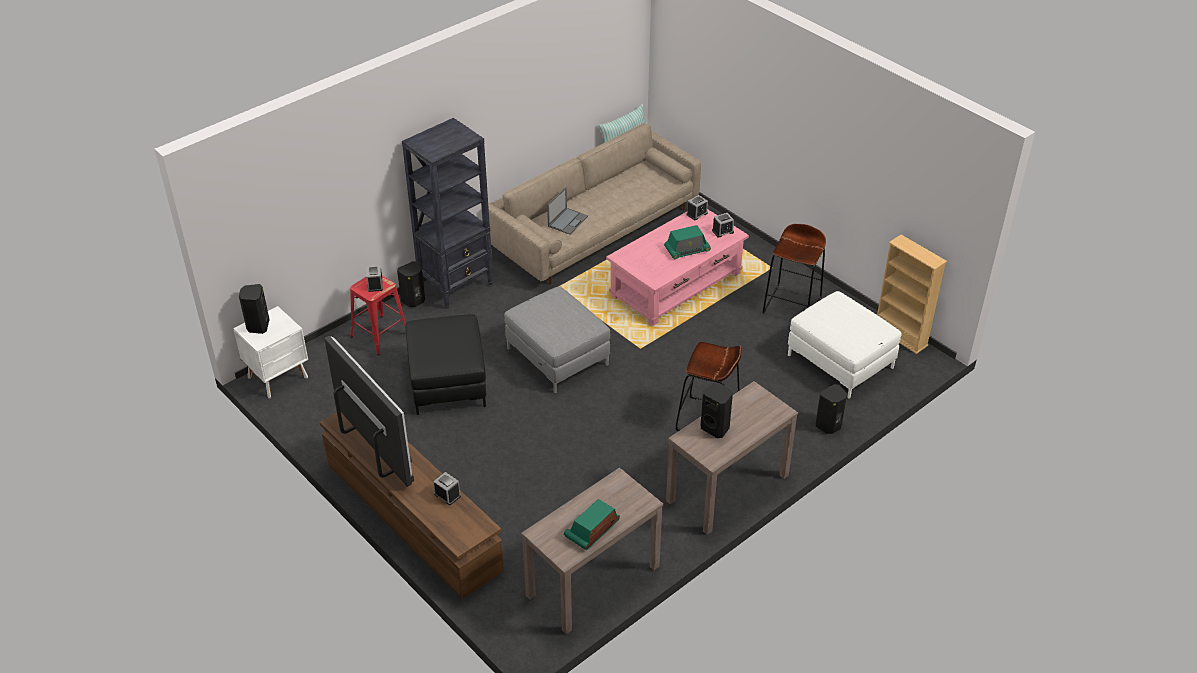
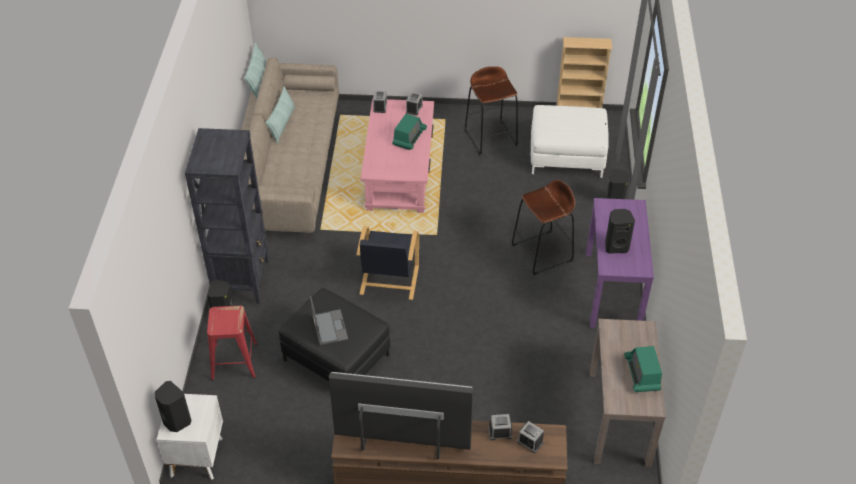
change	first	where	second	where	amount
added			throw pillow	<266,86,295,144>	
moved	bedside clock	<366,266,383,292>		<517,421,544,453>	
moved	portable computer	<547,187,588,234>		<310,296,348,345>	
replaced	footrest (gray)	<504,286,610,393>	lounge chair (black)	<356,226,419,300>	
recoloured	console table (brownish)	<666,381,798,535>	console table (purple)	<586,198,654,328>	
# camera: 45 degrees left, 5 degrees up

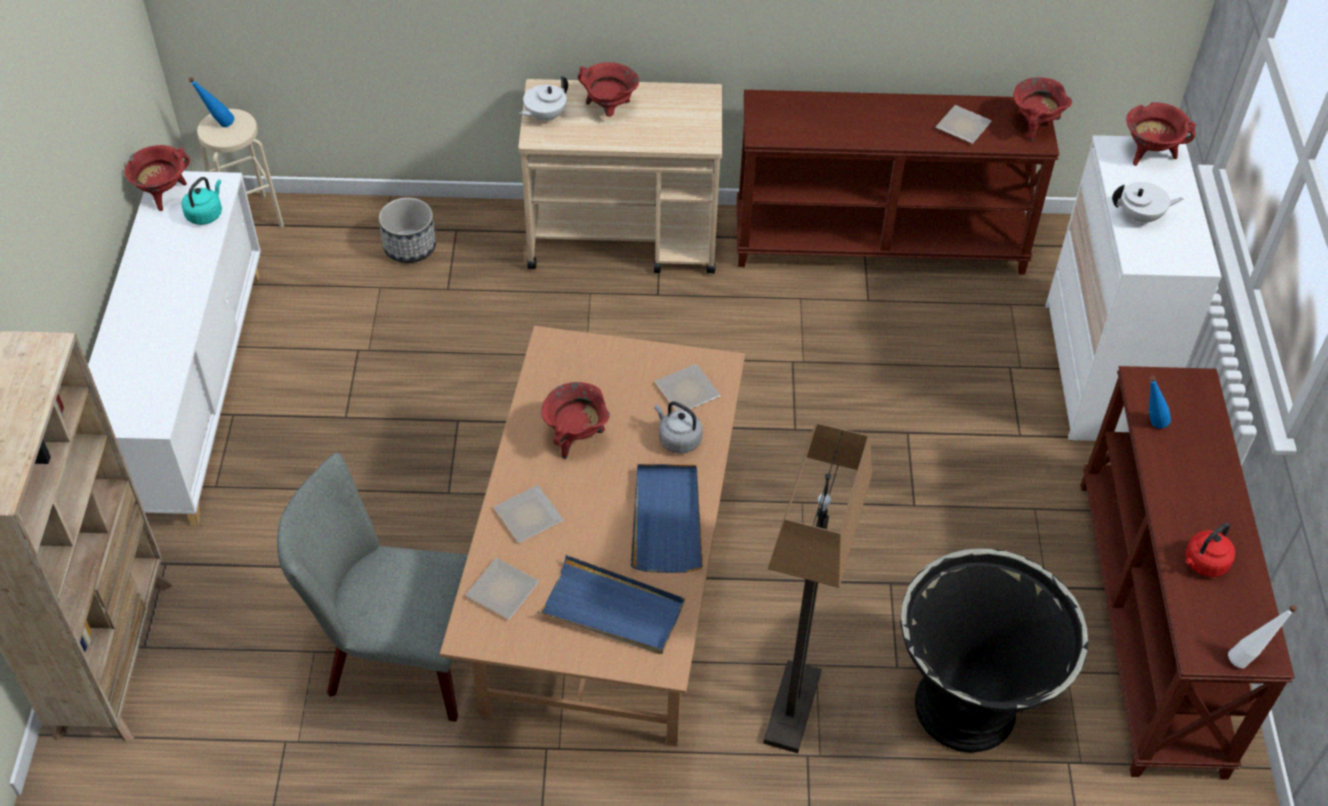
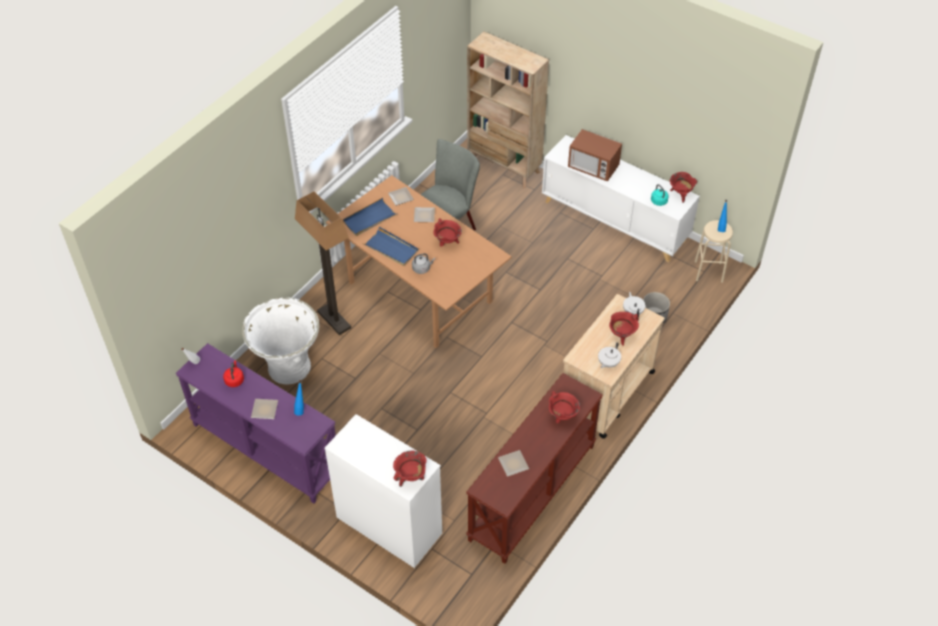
change	first	where	second	where	amount
added			microwave	<568,129,622,182>	
moved	dinner plate	<655,364,721,411>		<251,399,278,419>	
moved	stockpot (reddish)	<1013,77,1072,142>		<549,391,580,423>	
moved	teapot (whitish)	<1112,182,1183,226>		<598,342,621,368>	
recoloured	planter (black)	<900,548,1088,753>	planter (whitish)	<242,297,319,384>	
recoloured	console table (brownish)	<1080,366,1295,780>	console table (purple)	<176,343,336,503>	
# camera: 125 degrees right, 0 degrees up

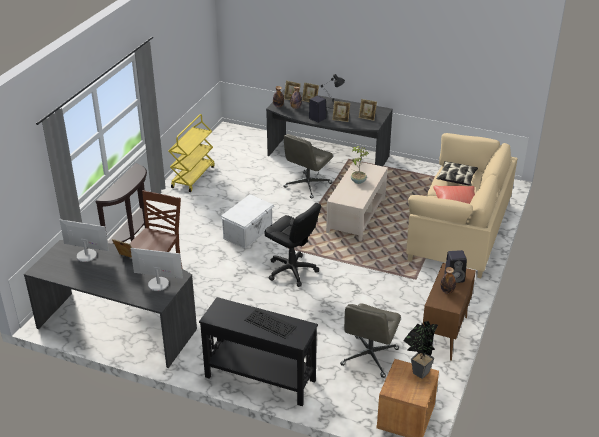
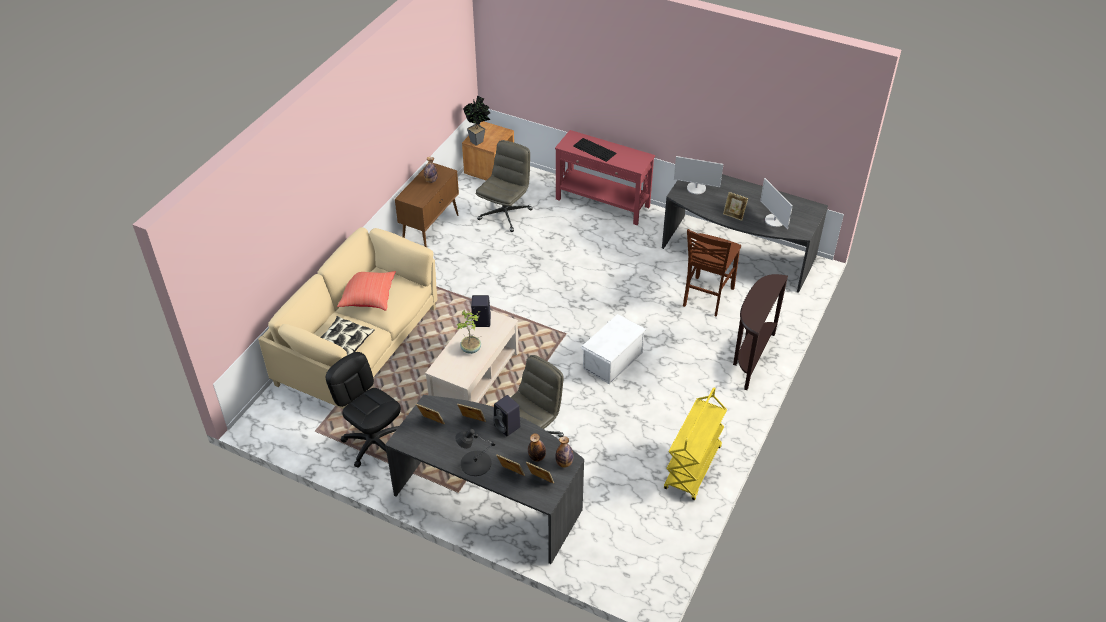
change	first	where	second	where	amount
moved	computer chair (black)	<264,203,321,287>		<326,352,401,467>	
moved	speaker (black)	<444,250,467,283>		<471,295,491,327>	
recoloured	console table (black)	<199,297,318,406>	console table (reddish)	<555,130,655,225>	
turned	computer screen	<60,219,109,262>		<760,178,793,229>	45 degrees clockwise
# camera: 175 degrees left, 10 degrees up

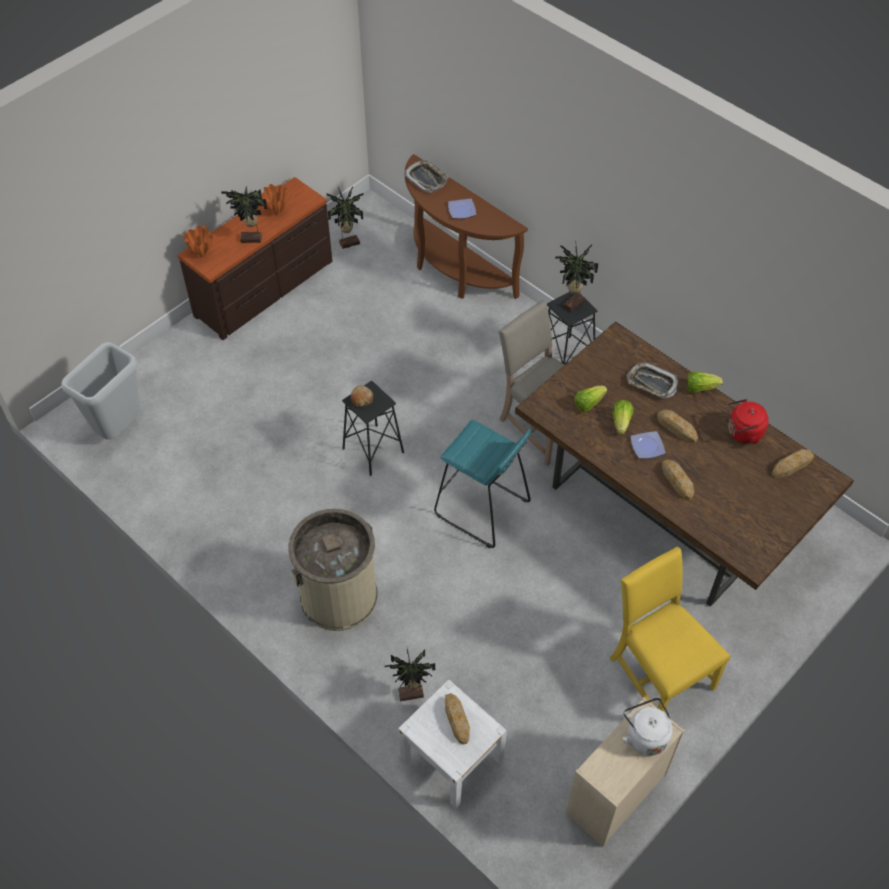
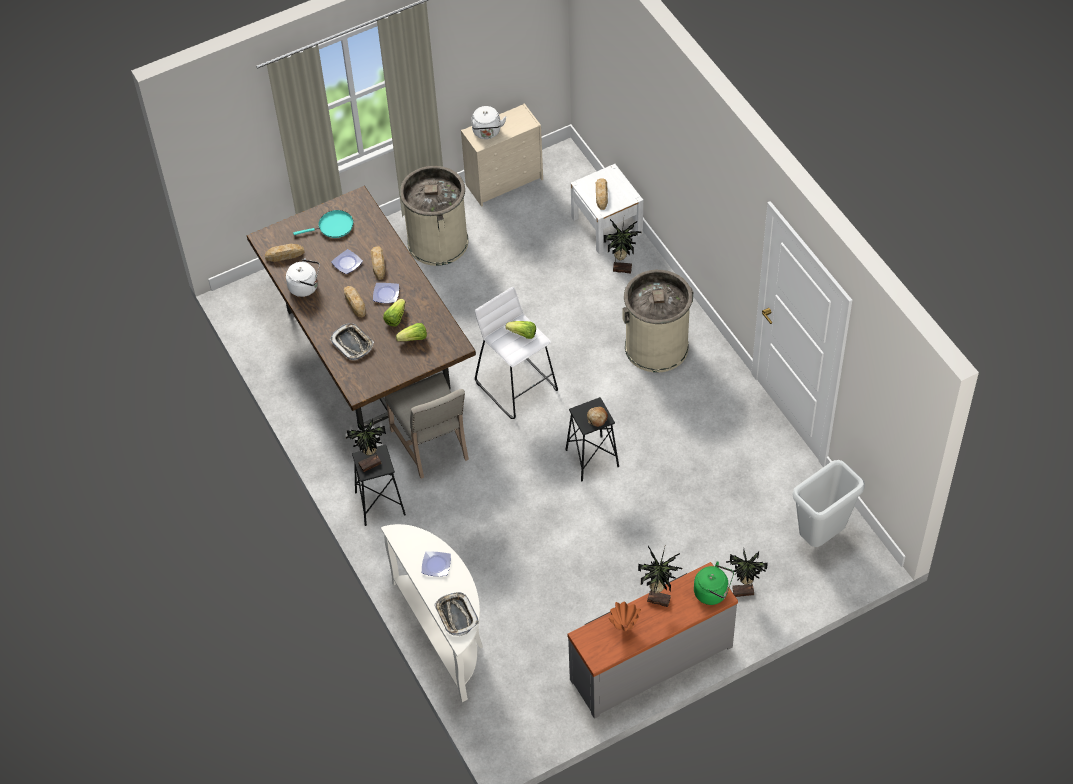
change	first	where	second	where	amount
added			pan (turquoise)	<293,210,354,238>	
added			dinner plate	<331,249,363,274>	
moved	potted plant	<327,186,364,249>		<726,551,768,597>	
moved	lettuce	<687,371,723,393>		<505,321,536,339>	
replaced	vase (orange)	<183,225,213,257>	kettle (green-coloured)	<694,561,734,605>	
replaced	upright chair (yellow)	<610,547,730,712>	waste bin (sand-coloured)	<400,166,468,266>	
recoloured	dresser (brownish)	<178,177,333,340>	dresser (gray)	<567,562,738,719>	
recoloured	console table (brownish)	<405,154,528,299>	console table (whitish)	<381,524,483,702>	
recoloured	stool (turquoise)	<434,420,532,548>	stool (whitish)	<475,287,558,419>	
recoloured	kettle (reddish)	<726,399,768,444>	kettle (whitish)	<286,258,320,297>	
# camera: 160 degrees left, 0 degrees up

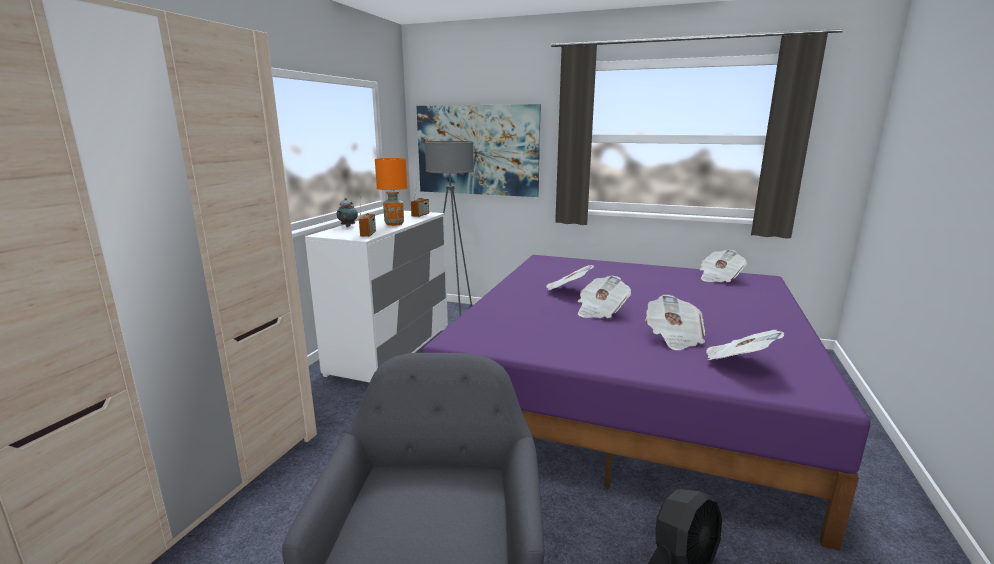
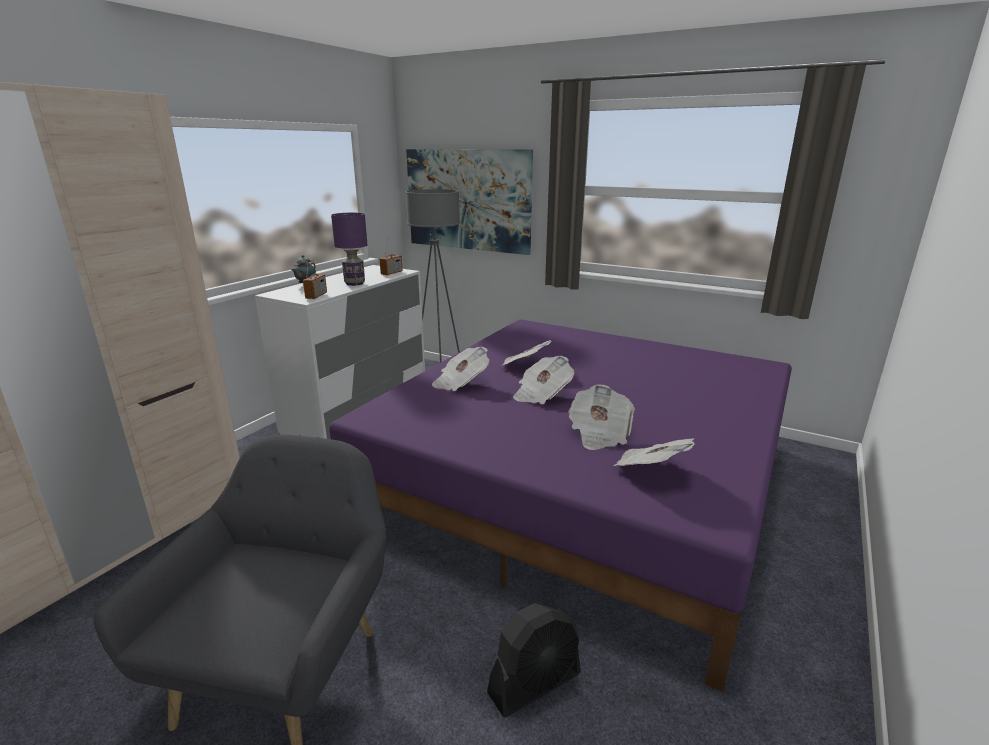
change	first	where	second	where	amount
moved	newspaper	<700,250,747,282>		<432,347,489,391>	
recoloured	lamp for a table (orange)	<375,158,408,226>	lamp for a table (purple)	<331,213,367,286>	
# camera: 10 degrees right, 5 degrees up

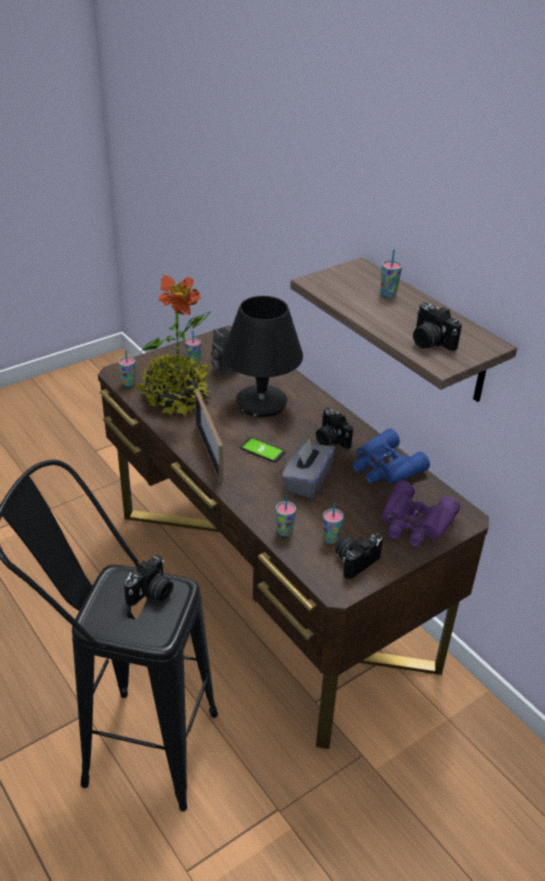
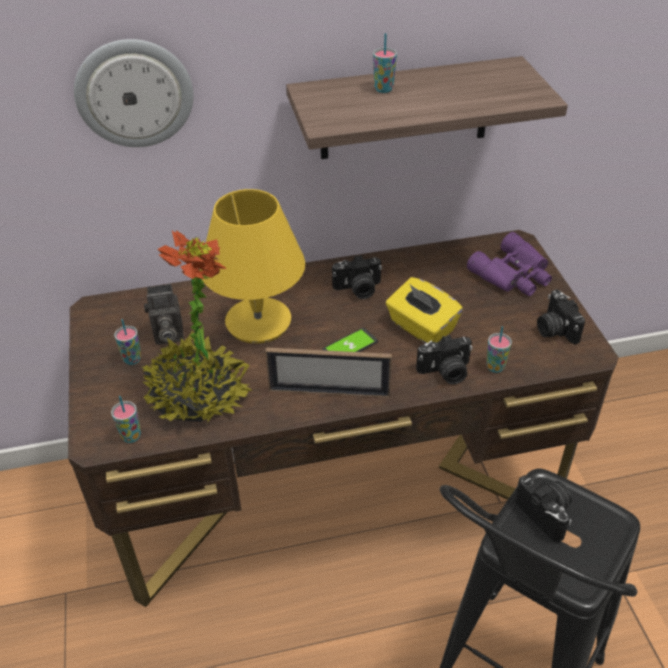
change	first	where	second	where	amount
removed	drinking cup	<323,503,344,544>			
removed	binoculars (bluish)	<352,428,430,484>			
added			hanging clock	<74,39,193,147>	
moved	photo camera	<413,302,462,351>		<416,335,473,385>	
recoloured	lamp for a table (black)	<222,296,303,417>	lamp for a table (yellow)	<200,189,305,344>	
recoloured	tissue box (gray)	<281,438,335,499>	tissue box (yellow)	<386,277,463,343>	
# camera: 65 degrees left, 5 degrees up

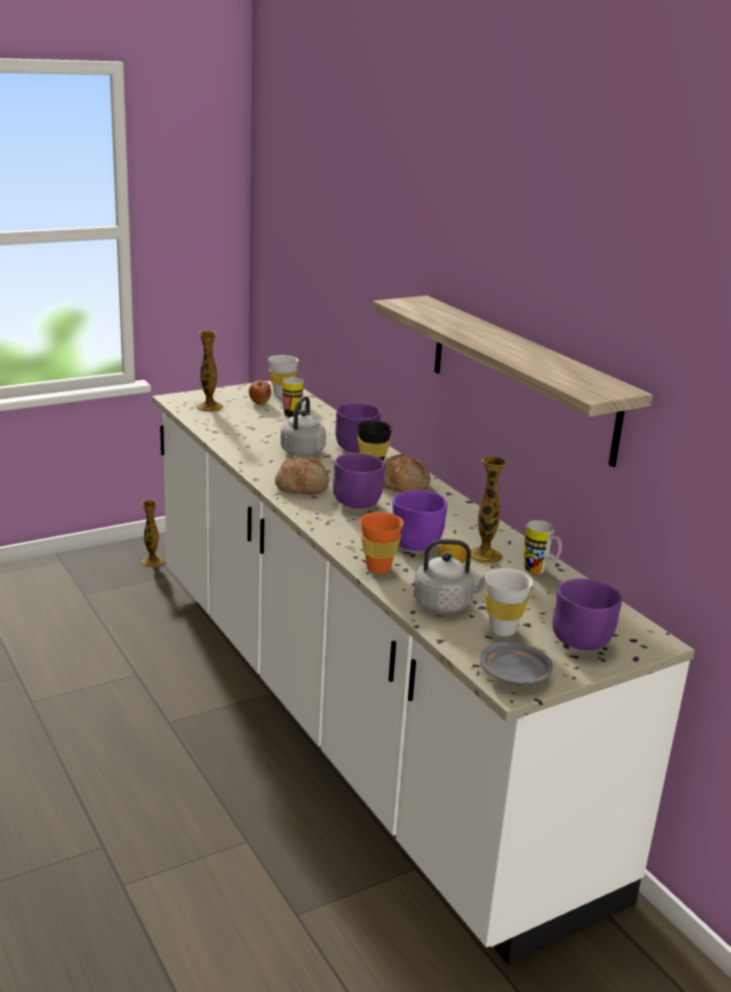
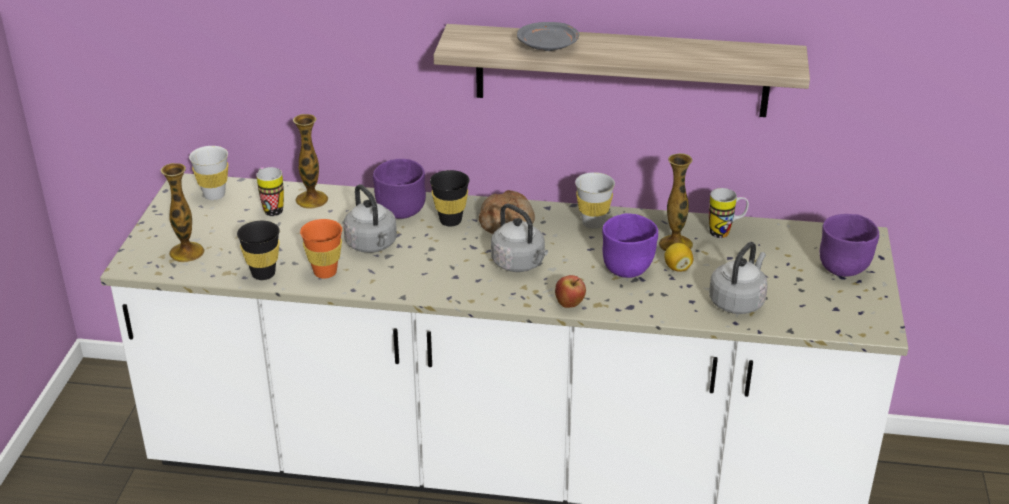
change	first	where	second	where	amount
removed	bakery bread	<275,456,329,495>			
added			drinking cup (black)	<237,221,280,280>	
moved	vase	<141,499,165,568>		<293,114,329,209>	
moved	apple fruit	<249,380,271,404>		<555,275,586,308>	
moved	drinking cup (orange)	<360,512,404,574>		<300,219,342,279>	
moved	dinner plate (gray)	<480,642,553,685>		<517,22,579,51>	
moved	drinking cup (whitish)	<485,568,533,636>		<575,172,615,229>	
replaced	bowl (purple)	<333,453,385,509>	kettle (gray)	<491,204,548,272>	
# camera: 50 degrees left, 10 degrees up

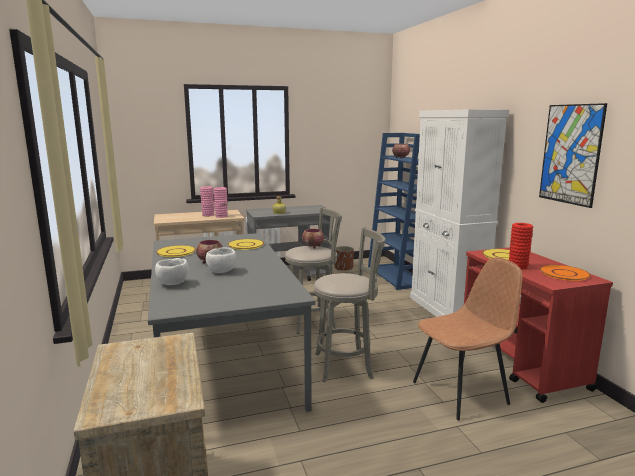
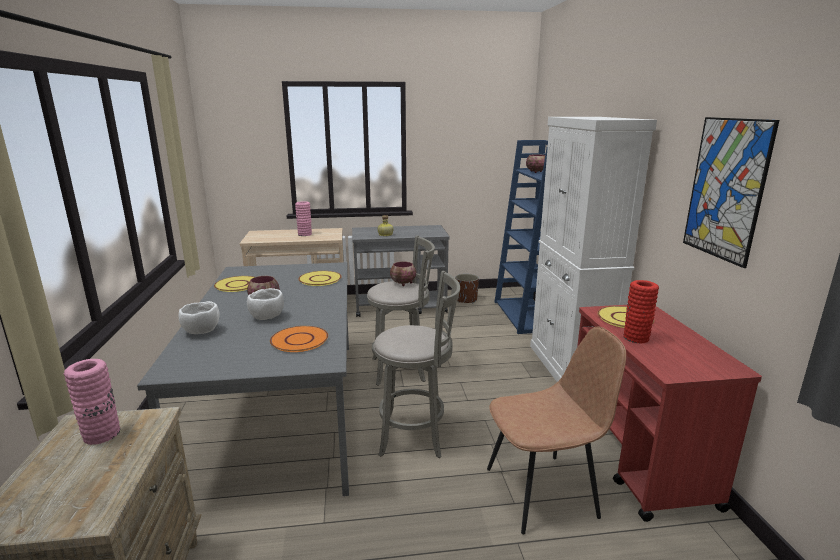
change	first	where	second	where	amount
moved	vase (pinkish)	<214,187,228,218>		<64,359,120,445>	
moved	dinner plate (orange)	<540,265,591,281>		<270,326,328,352>	
# camera: 10 degrees right, 5 degrees up

